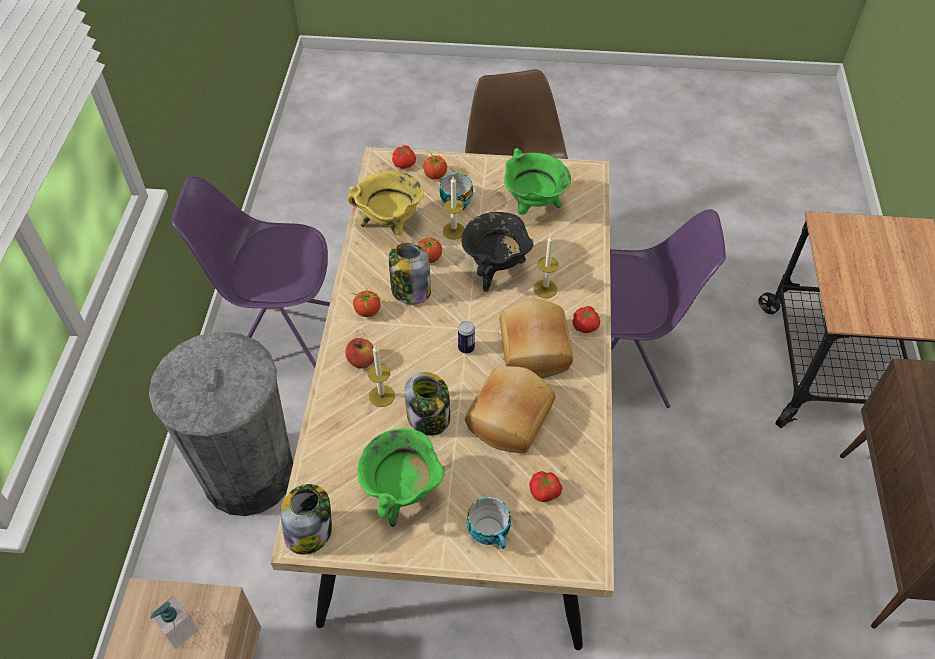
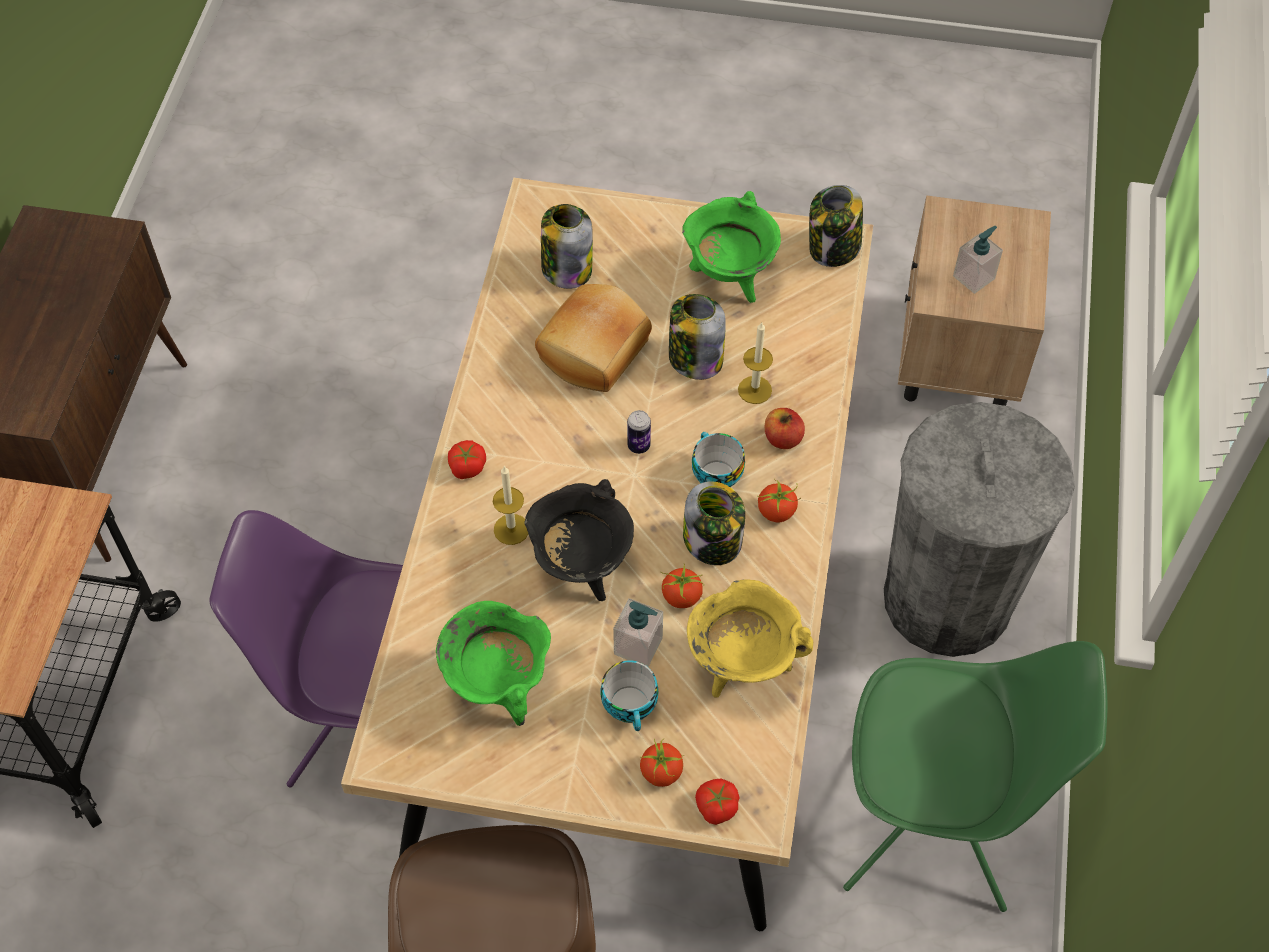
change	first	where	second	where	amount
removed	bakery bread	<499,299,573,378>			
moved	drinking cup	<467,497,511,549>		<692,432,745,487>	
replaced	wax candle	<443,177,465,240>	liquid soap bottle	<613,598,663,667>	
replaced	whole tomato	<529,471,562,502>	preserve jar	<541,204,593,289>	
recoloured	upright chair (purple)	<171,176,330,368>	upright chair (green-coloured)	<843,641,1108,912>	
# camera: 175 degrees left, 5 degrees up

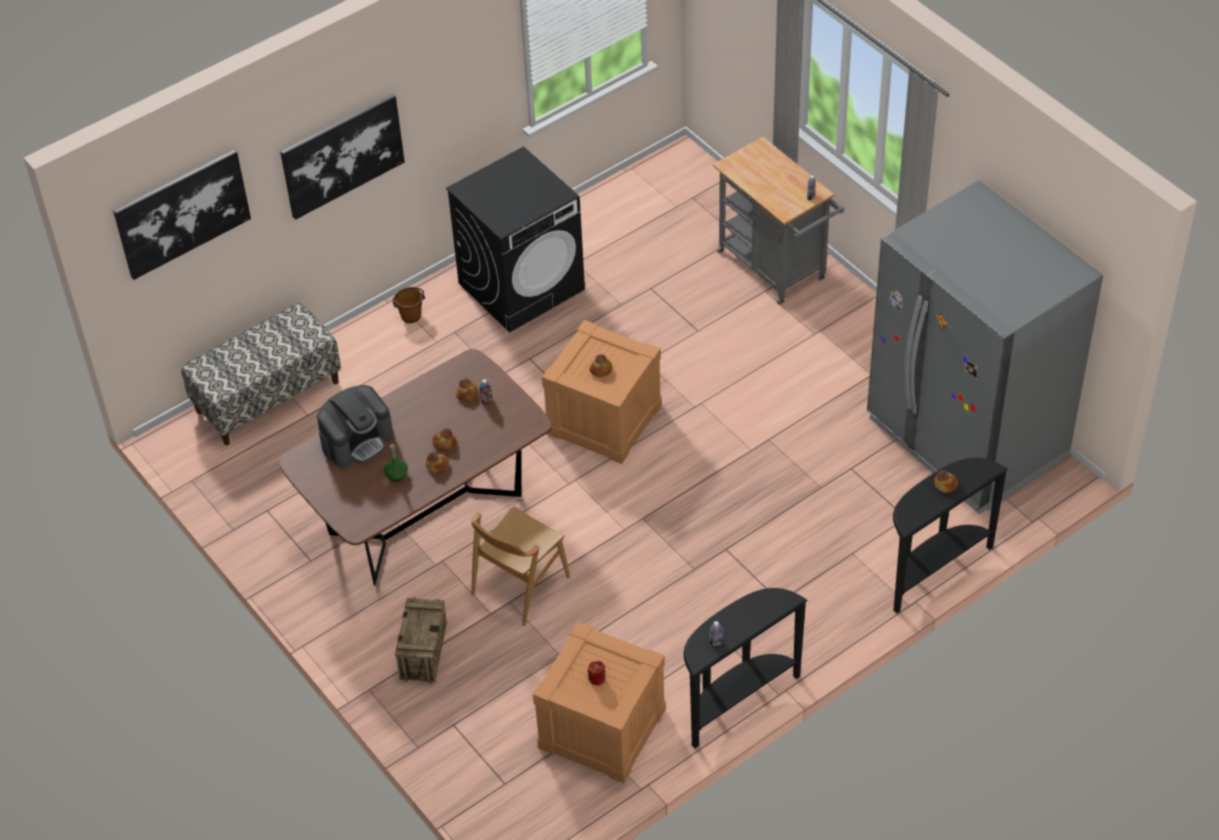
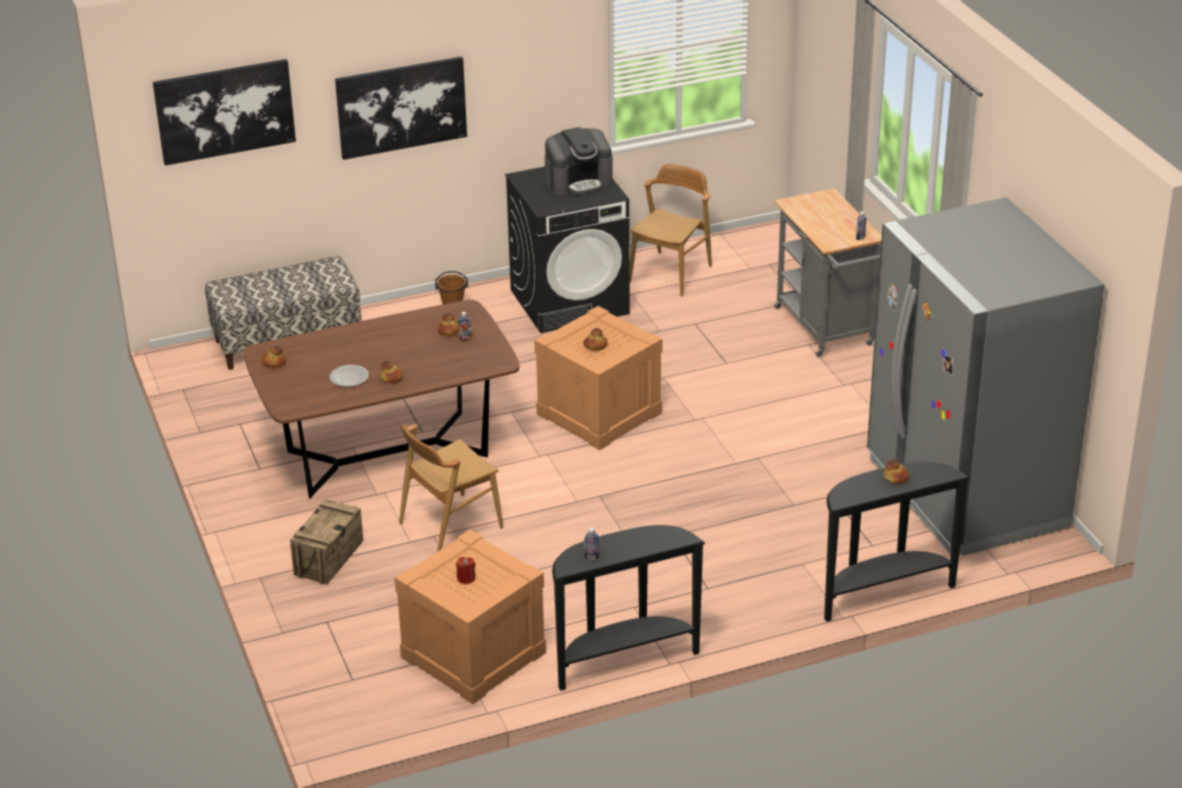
change	first	where	second	where	amount
added			upright chair (brownish)	<630,164,712,297>	
moved	coffee machine	<317,385,394,468>		<545,127,613,195>	
moved	bakery bread	<432,428,457,451>		<262,346,286,368>	
replaced	bottle (green-coloured)	<384,444,408,482>	dinner plate	<329,365,369,387>	
# camera: 15 degrees right, 15 degrees down

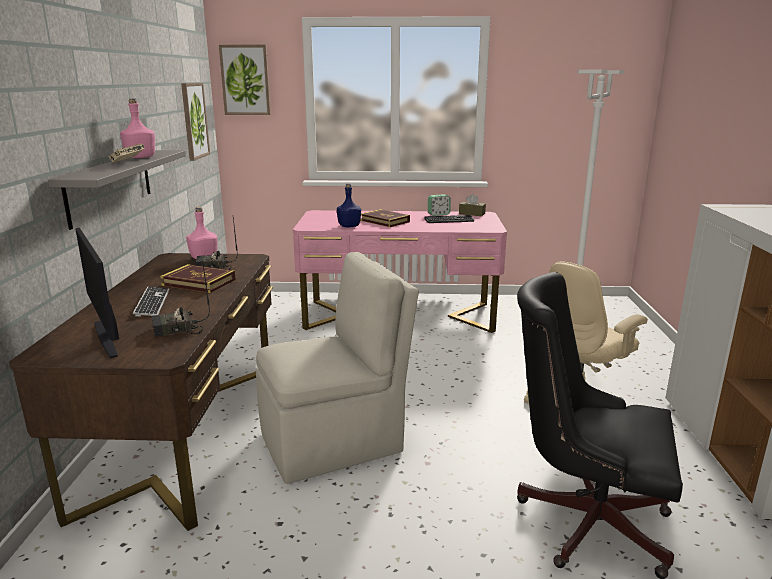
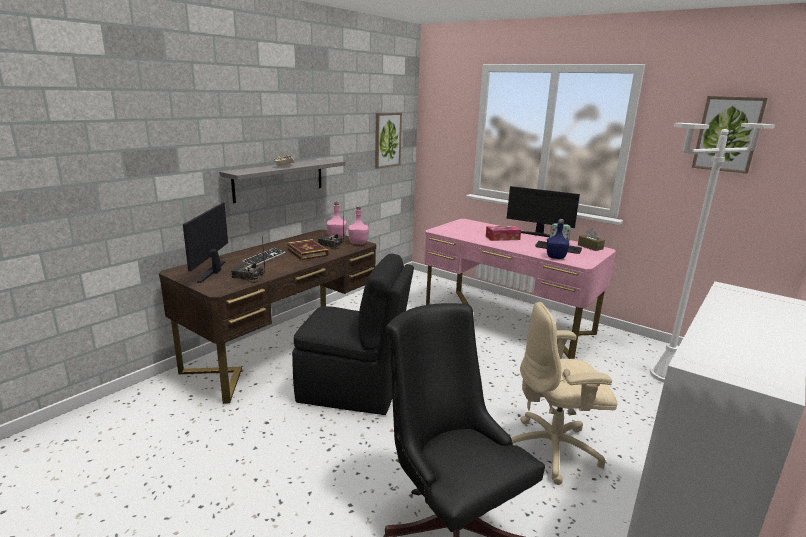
change	first	where	second	where	amount
added			computer screen	<507,186,580,237>	
moved	bottle (pinkish)	<120,99,155,158>		<348,206,369,244>	
moved	wall art	<219,45,271,115>		<692,96,768,174>	
moved	bottle (bluish)	<337,184,361,227>		<547,219,569,259>	
replaced	bound book	<360,209,410,227>	tissue box	<486,226,521,241>	
recoloured	upright chair (sand-coloured)	<256,252,419,484>	upright chair (black)	<292,254,414,415>	
# camera: 35 degrees right, 0 degrees up

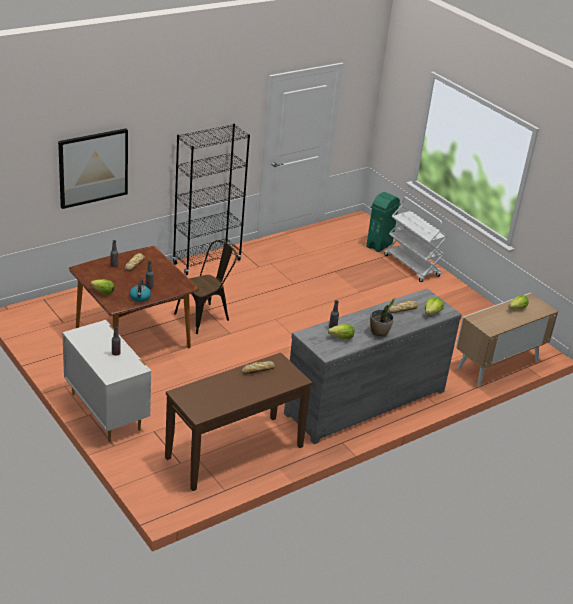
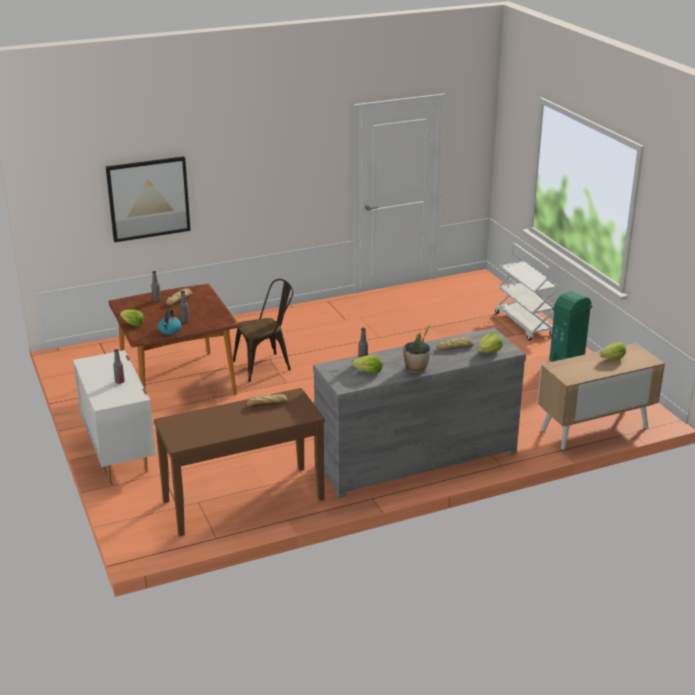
change	first	where	second	where	amount
removed	bookshelf (black)	<173,124,250,275>			
moved	waste bin (green-coloured)	<366,192,401,252>		<549,291,593,362>	
# camera: 15 degrees right, 5 degrees down

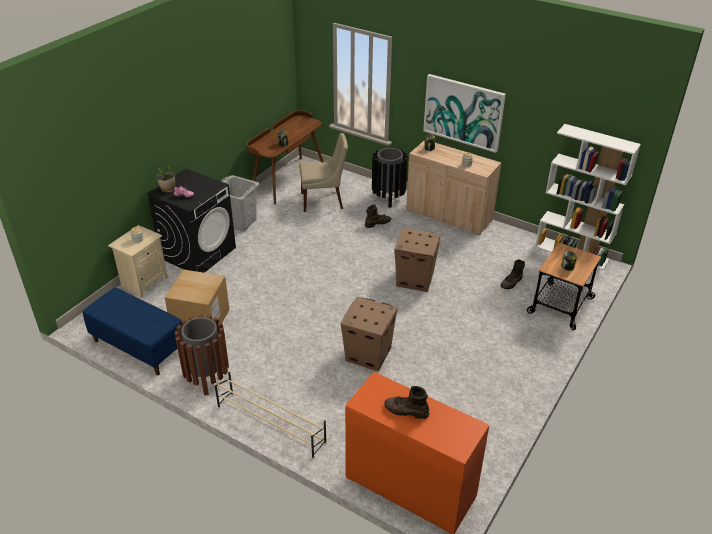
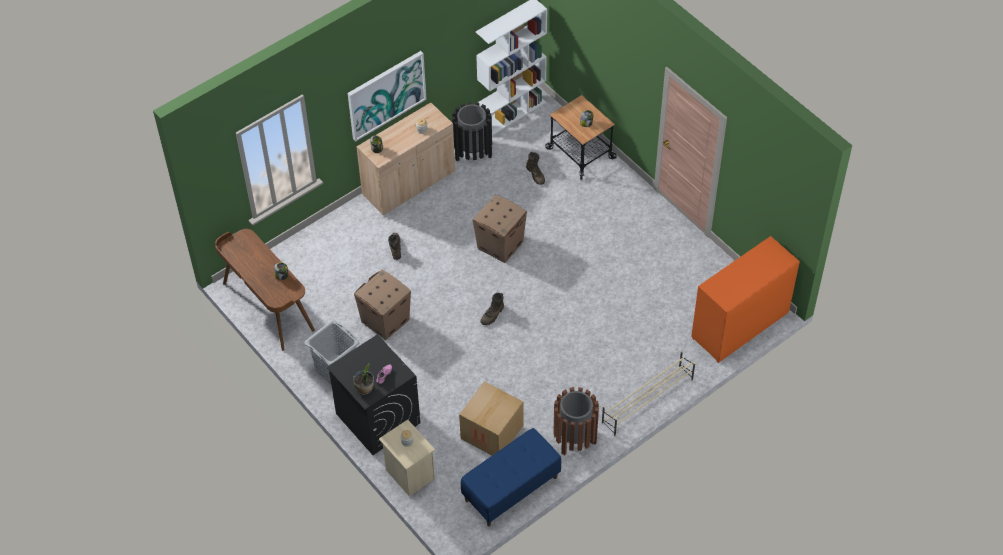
change	first	where	second	where	amount
removed	upright chair (sand-coloured)	<299,133,348,212>			
moved	carton	<340,297,398,372>		<354,269,411,340>	
moved	waste bin (black)	<372,147,408,207>		<452,102,492,161>	
moved	tall boot (brownish)	<384,386,429,419>		<481,293,504,325>	
# camera: 70 degrees left, 15 degrees up

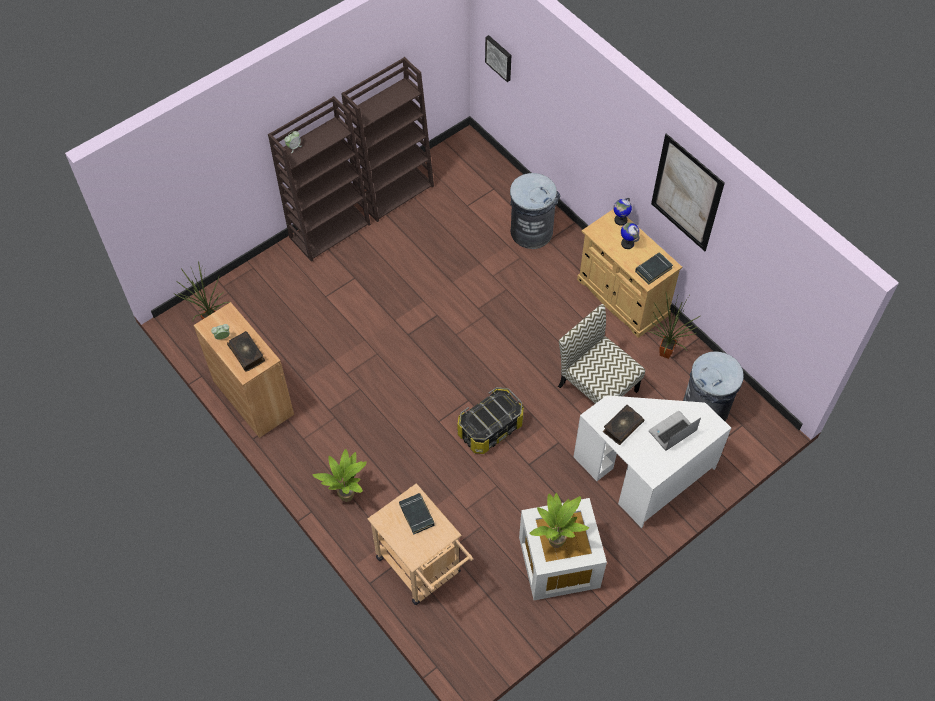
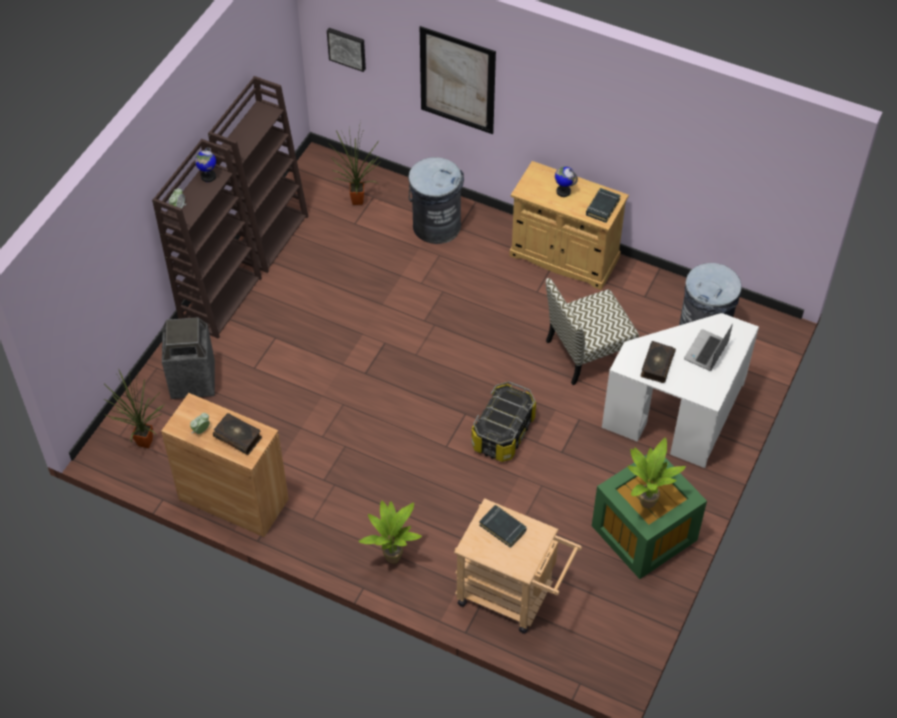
change	first	where	second	where	amount
added			waste bin	<162,318,215,399>	
moved	globe	<613,198,632,226>		<195,147,216,182>	
moved	potted plant	<648,292,700,359>		<330,121,381,205>	
moved	wall art	<651,133,725,251>		<420,26,496,134>	
recoloured	storage box (whitish)	<519,498,607,600>	storage box (green-coloured)	<592,450,707,579>	
turned	upright chair	<558,304,645,404>		<546,278,639,385>	45 degrees counterclockwise
# camera: 25 degrees left, 5 degrees down

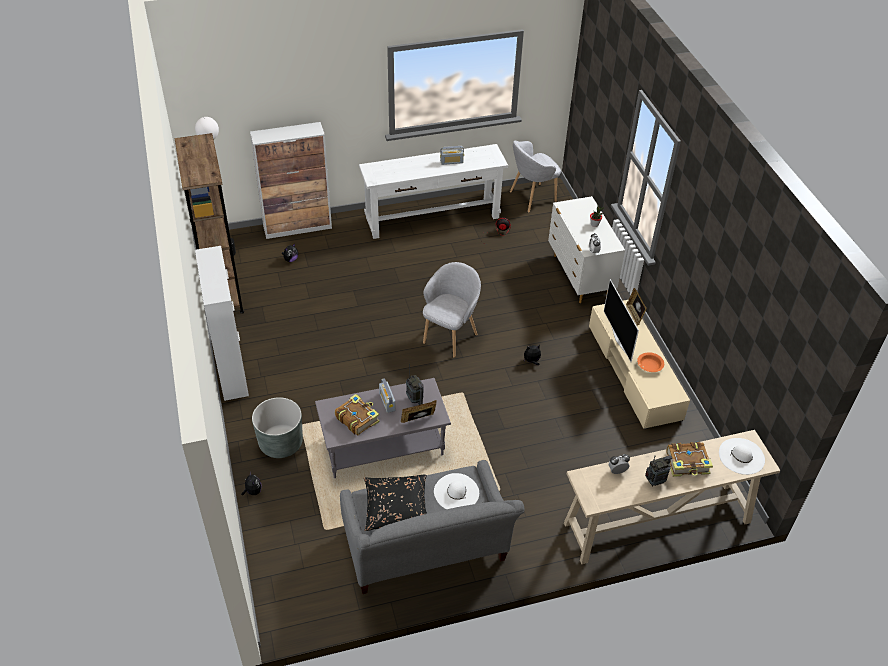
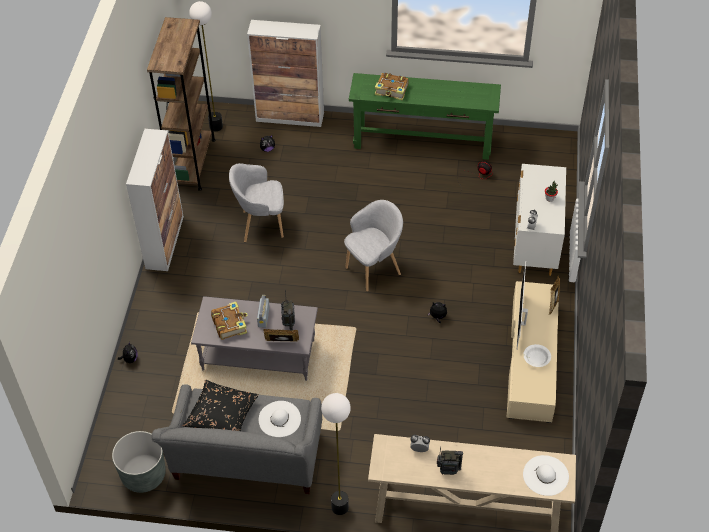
change	first	where	second	where	amount
removed	radio receiver	<440,146,464,165>			
added			floor lamp	<321,393,351,515>	
moved	planter (gray)	<252,397,303,458>		<112,431,166,493>	
moved	lounge chair (gray)	<510,141,561,213>		<229,163,284,243>	
moved	bound book	<666,442,713,477>		<375,73,409,101>	
recoloured	console table (whitish)	<359,144,508,239>	console table (green-coloured)	<349,73,501,160>	
recoloured	bowl (orange)	<637,352,664,372>	bowl (whitish)	<523,344,551,367>	
# camera: 25 degrees right, 5 degrees up

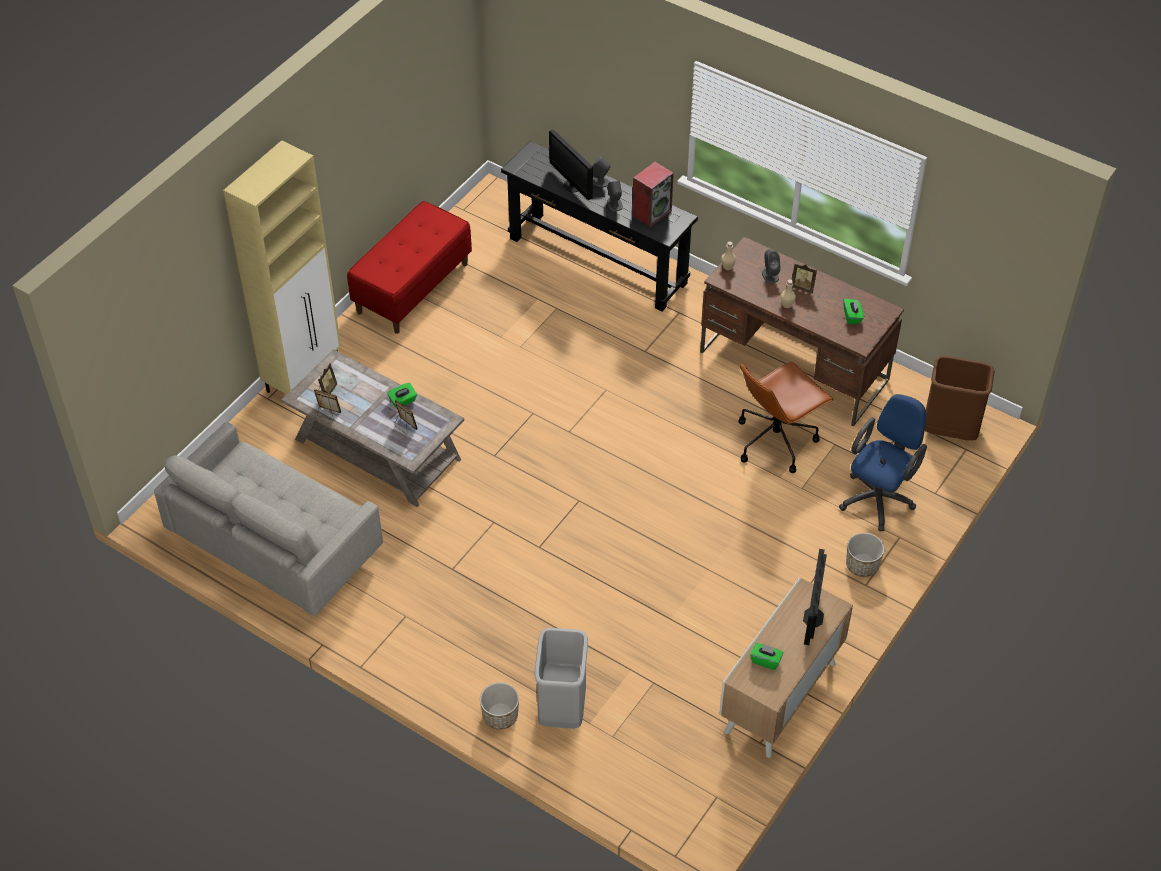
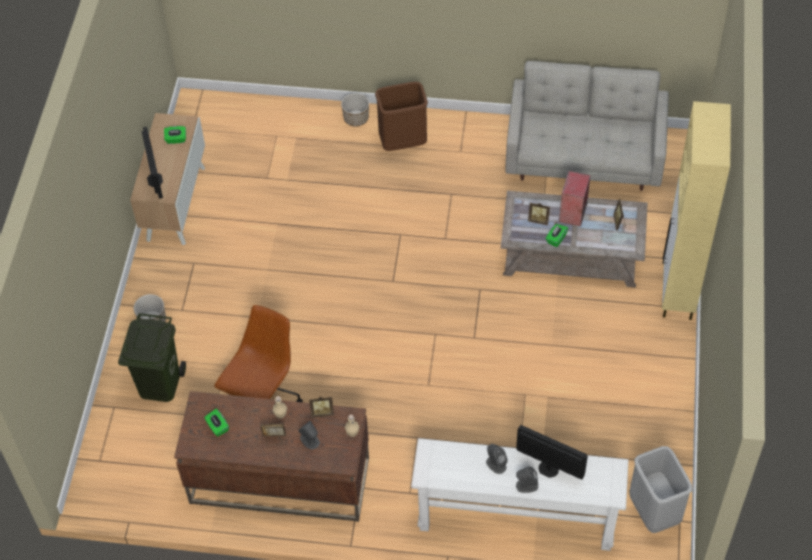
change	first	where	second	where	amount
removed	indoor bench (reddish)	<347,201,472,334>			
moved	standing frame	<314,389,341,420>		<309,397,334,418>	
moved	waste bin (gray)	<535,628,588,729>		<629,446,692,533>	
moved	speaker	<632,162,674,227>		<559,171,591,227>	
moved	waste bin (brownish)	<925,356,995,441>		<375,82,428,151>	
replaced	computer chair (bluish)	<839,394,927,531>	waste bin (green-coloured)	<118,313,186,402>	
recoloured	console table (black)	<501,141,698,311>	console table (whitish)	<411,438,629,551>	
# camera: 155 degrees right, 5 degrees up

